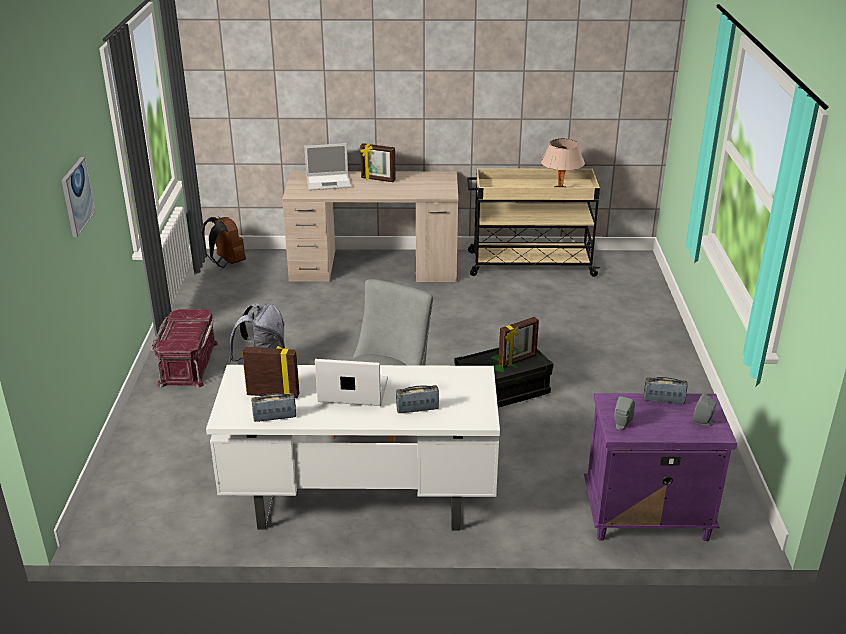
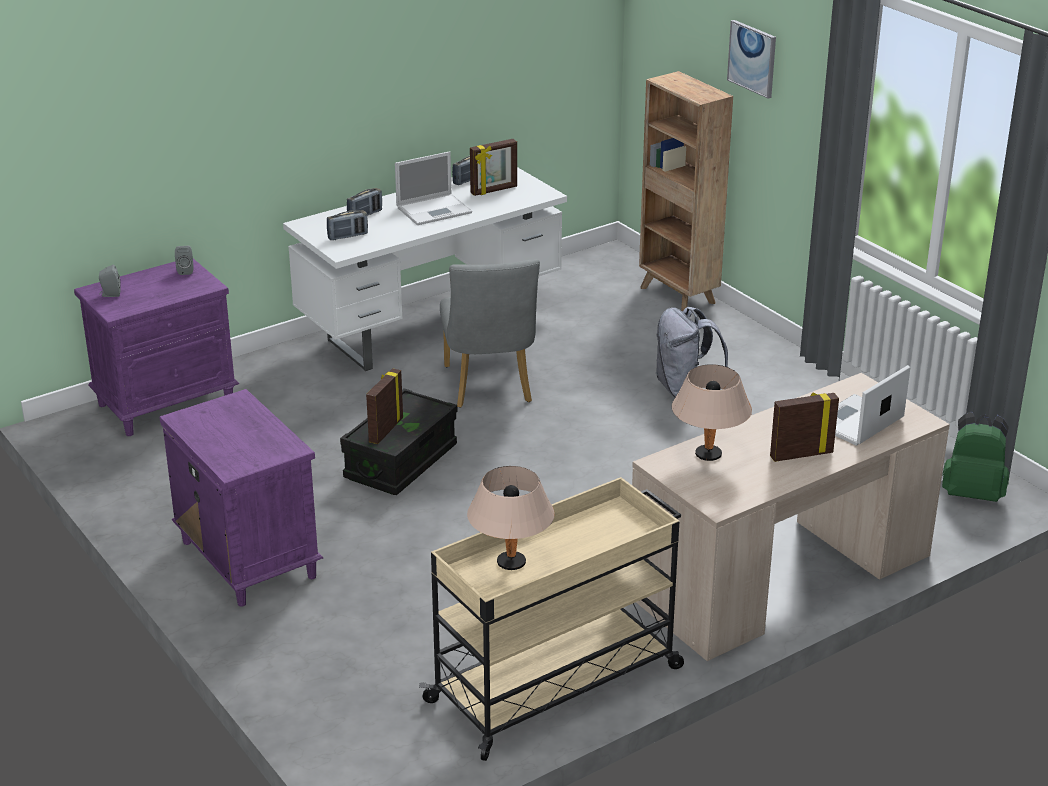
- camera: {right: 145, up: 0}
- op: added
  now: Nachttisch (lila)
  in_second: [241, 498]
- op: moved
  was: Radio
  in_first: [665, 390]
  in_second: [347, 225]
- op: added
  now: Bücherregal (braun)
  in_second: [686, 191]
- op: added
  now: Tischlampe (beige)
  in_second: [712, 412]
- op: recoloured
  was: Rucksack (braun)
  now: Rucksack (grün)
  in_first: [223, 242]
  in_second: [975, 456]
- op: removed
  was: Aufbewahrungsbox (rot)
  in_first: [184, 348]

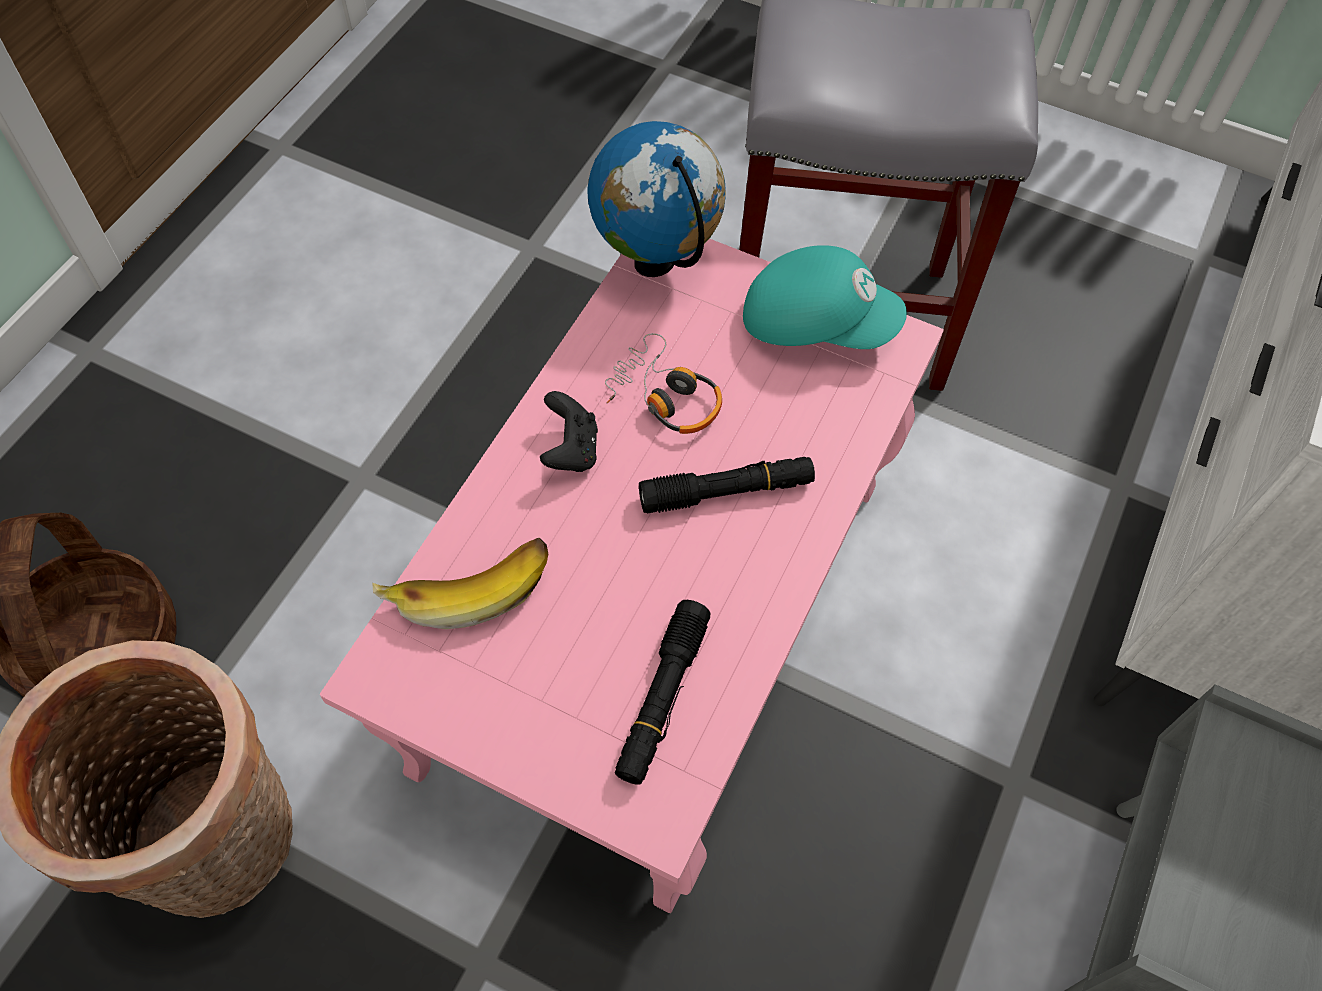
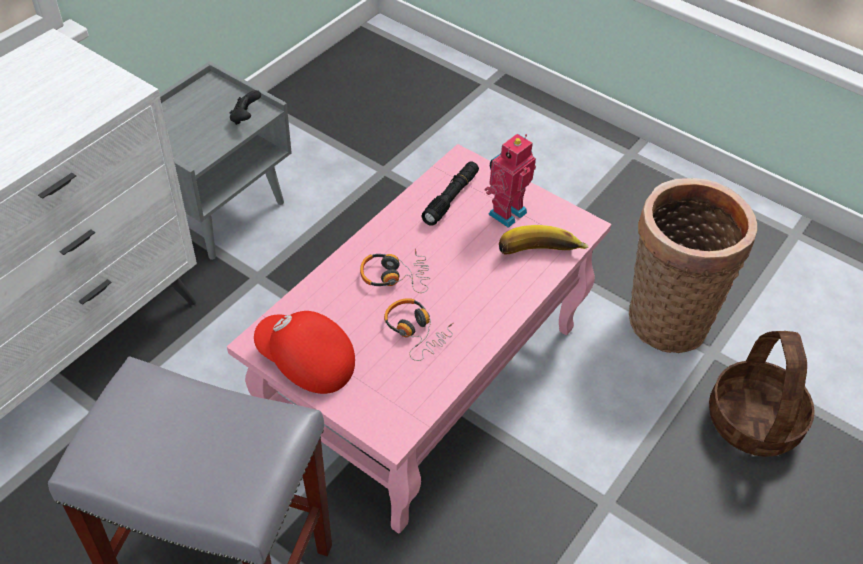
- camera: {right: -170, up: -10}
- op: moved
  was: Gamepad (schwarz)
  in_first: [569, 431]
  in_second: [245, 107]
- op: recoloured
  was: Kappe (türkis)
  now: Kappe (rot)
  in_first: [825, 297]
  in_second: [304, 352]
- op: replaced
  was: Taschenlampe (schwarz)
  now: Kopfhörer
  in_first: [727, 485]
  in_second: [395, 271]
- op: added
  now: Spielzeugroboter
  in_second: [510, 181]
- op: removed
  was: Globus
  in_first: [656, 199]

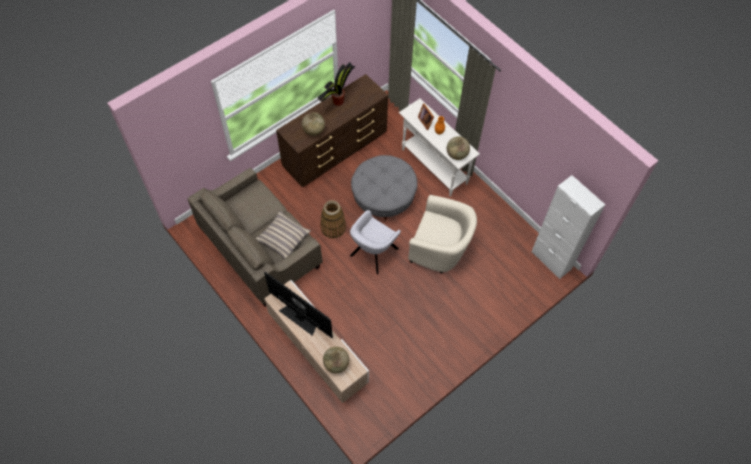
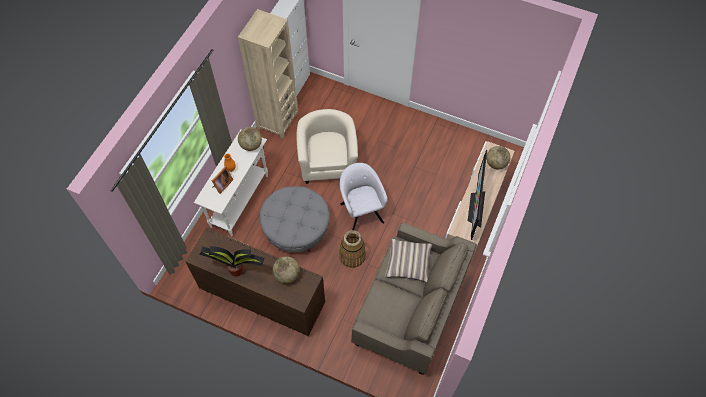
- camera: {right: -115, up: 0}
- op: added
  now: Bücherregal (beige)
  in_second: [268, 74]
- op: turned
  was: Sessel (grau)
  in_first: [375, 242]
  in_second: [363, 196]
  clockwise: -120

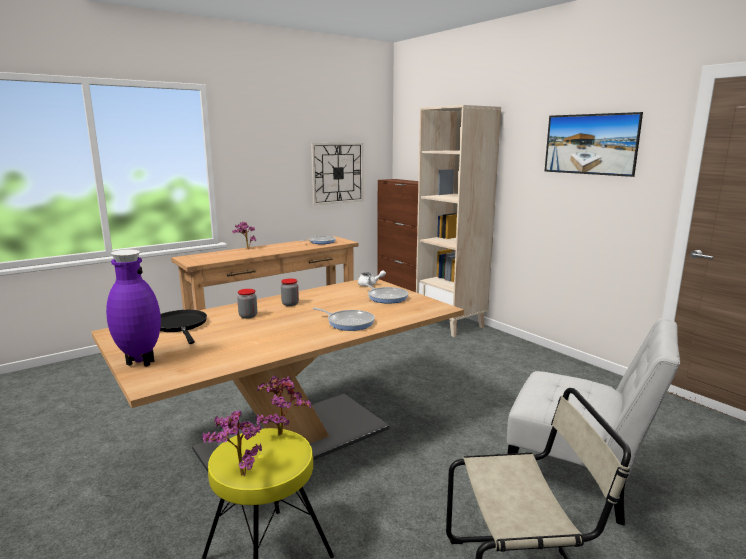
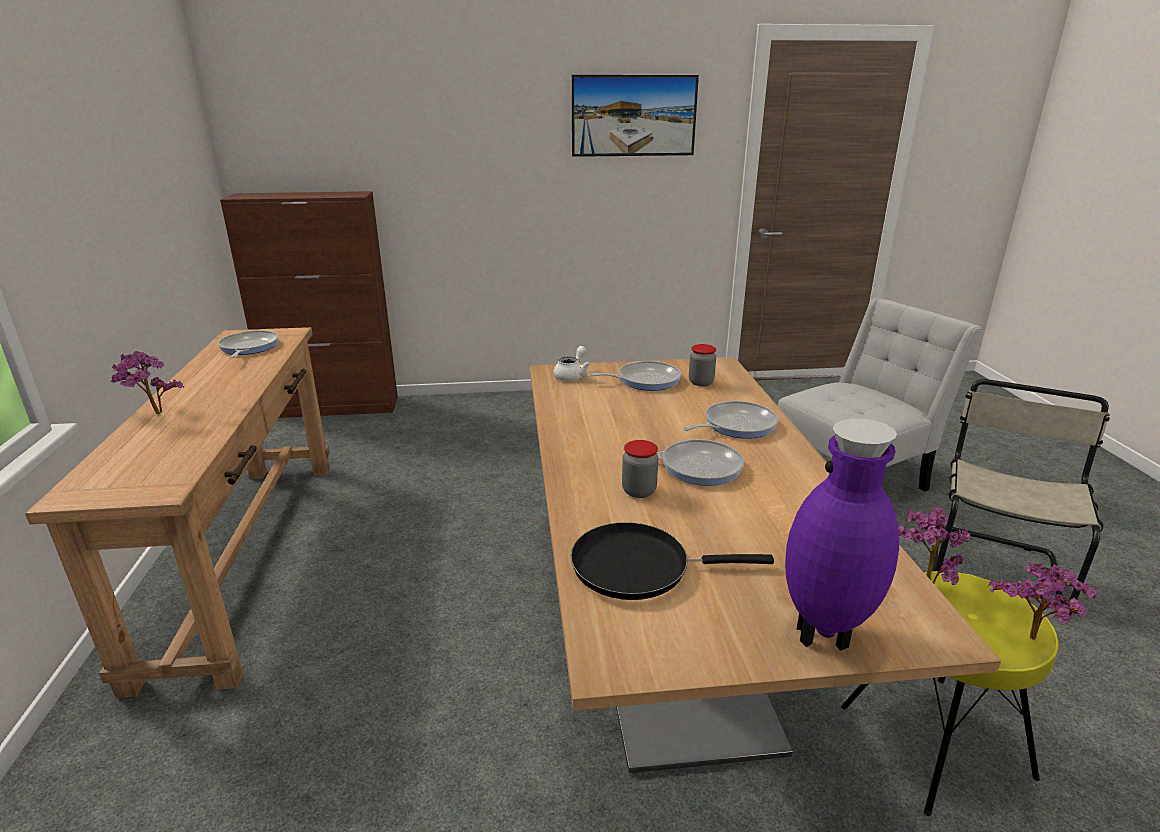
- camera: {right: -60, up: 10}
- op: added
  now: Pfanne
  in_second: [683, 462]
- op: moved
  was: Vorratsglas
  in_first: [290, 292]
  in_second: [702, 365]
- op: removed
  was: Wanduhr
  in_first: [337, 174]
- op: removed
  was: Bücherregal (beige)
  in_first: [458, 221]

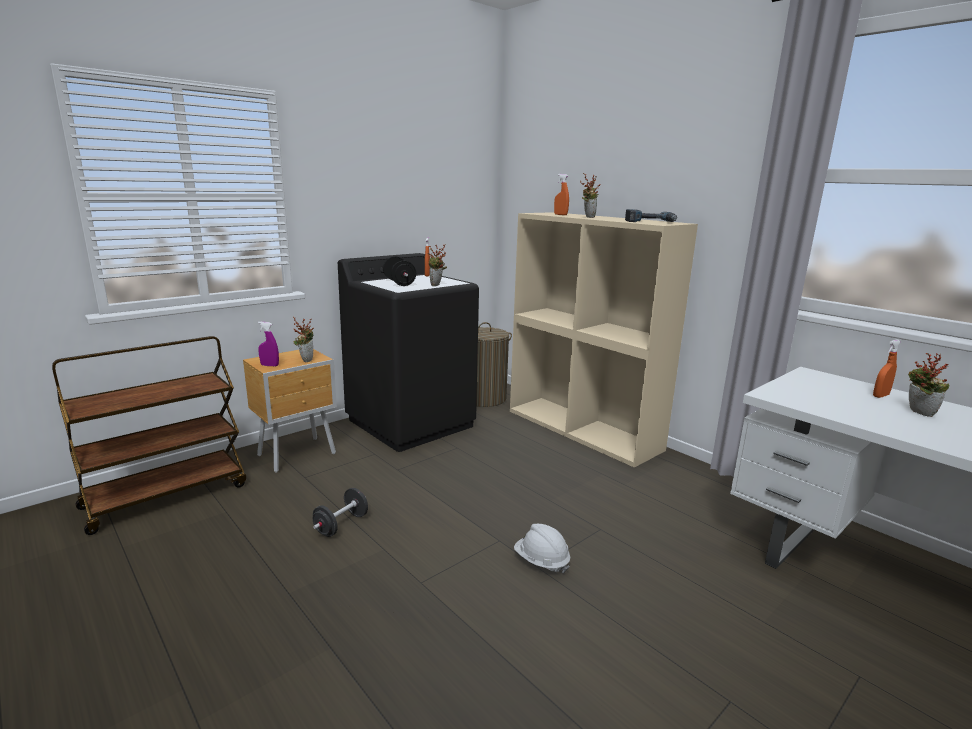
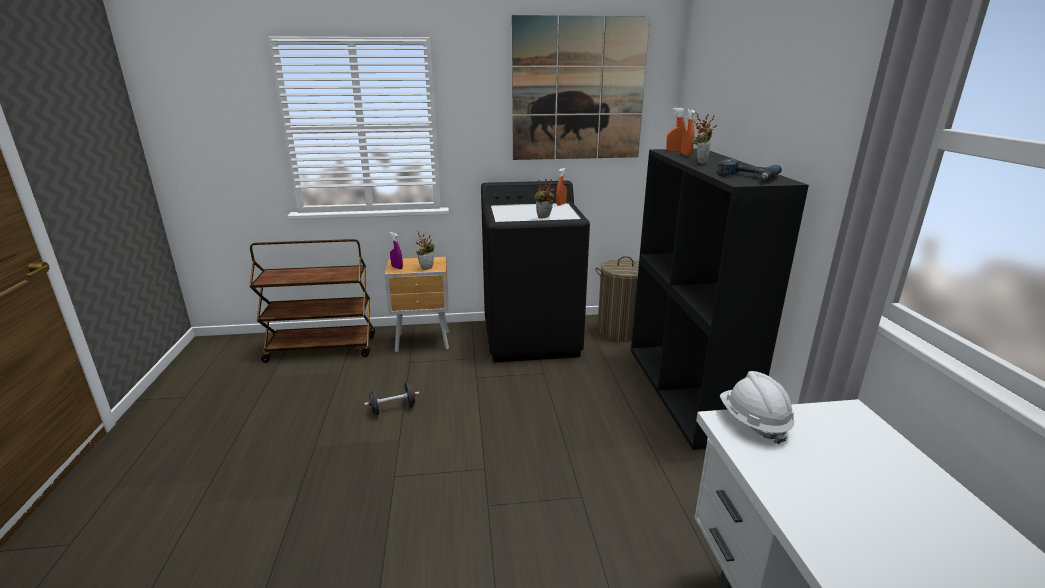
- camera: {right: 35, up: 5}
- op: added
  now: Bild
  in_second: [581, 87]
- op: recoloured
  was: Bücherregal (beige)
  now: Bücherregal (schwarz)
  in_first: [604, 340]
  in_second: [720, 299]
- op: moved
  was: Sprühflasche (orange)
  in_first: [887, 369]
  in_second: [676, 130]
- op: moved
  was: Schutzhelm (weiß)
  in_first: [542, 548]
  in_second: [757, 407]
- op: removed
  was: Hantel (schwarz)
  in_first: [399, 271]
- op: removed
  was: Topfpflanze
  in_first: [928, 385]

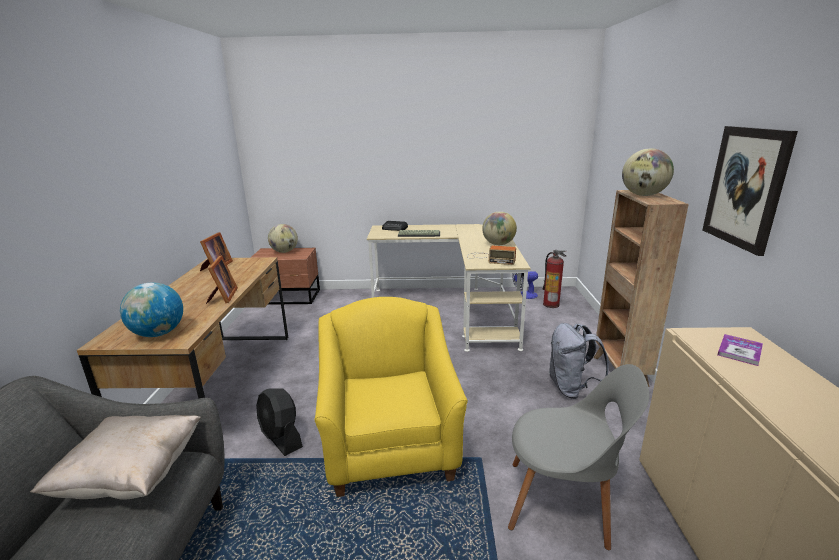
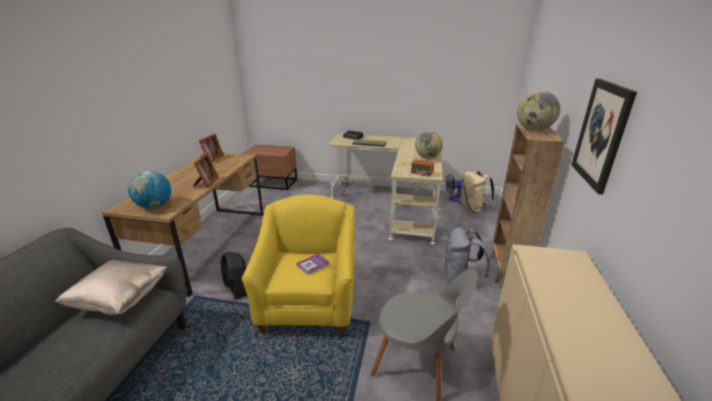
- camera: {right: 10, up: 5}
- op: moved
  was: Buch
  in_first: [740, 350]
  in_second: [312, 264]
- op: replaced
  was: Feuerlöscher
  now: Rucksack (beige)
  in_first: [554, 279]
  in_second: [477, 192]
- op: removed
  was: Globus
  in_first: [283, 238]

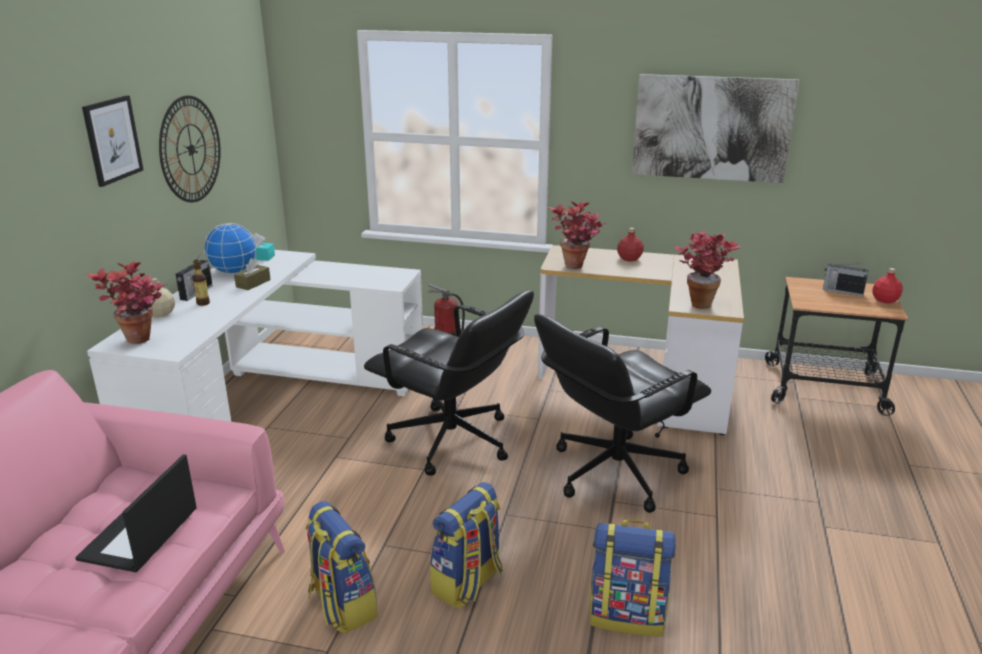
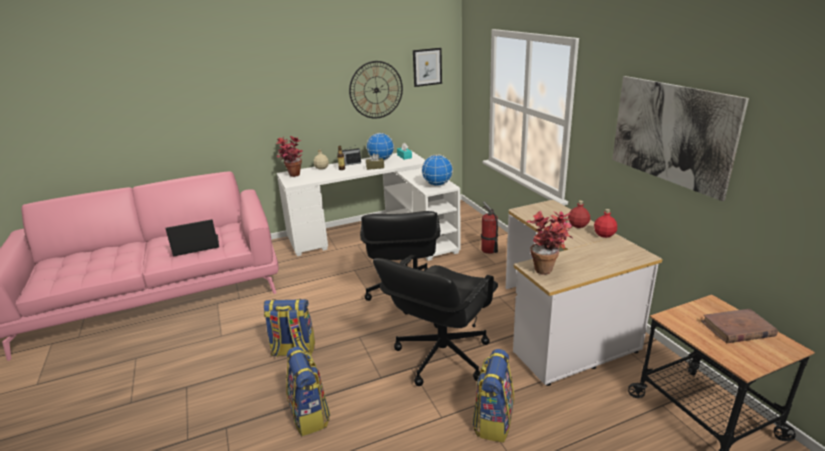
- camera: {right: 55, up: 0}
- op: turned
  was: Bürostuhl (schwarz)
  in_first: [622, 413]
  in_second: [435, 320]
  clockwise: -75
- op: moved
  was: Bild
  in_first: [112, 141]
  in_second: [427, 67]
- op: added
  now: Globus
  in_second: [437, 170]
- op: moved
  was: Rucksack
  in_first: [341, 567]
  in_second: [493, 396]
- op: moved
  was: Flasche (rot)
  in_first: [887, 286]
  in_second: [605, 223]
- op: replaced
  was: Radio
  now: Buch (braun)
  in_first: [846, 279]
  in_second: [739, 325]
- op: removed
  was: Topfpflanze
  in_first: [577, 235]

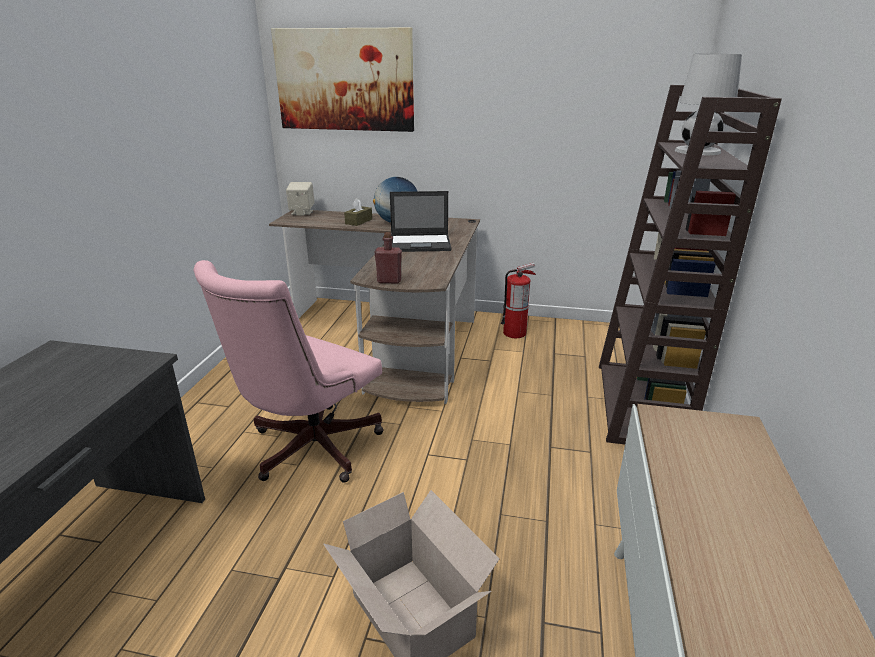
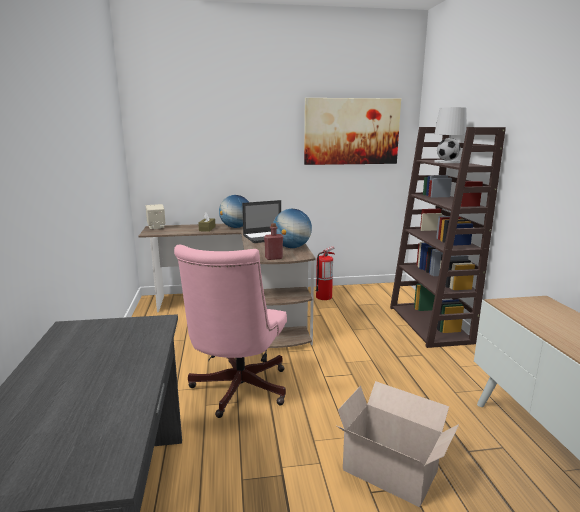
- camera: {right: -20, up: -10}
- op: added
  now: Globus
  in_second: [292, 228]
- op: moved
  was: Bild
  in_first: [342, 79]
  in_second: [352, 131]

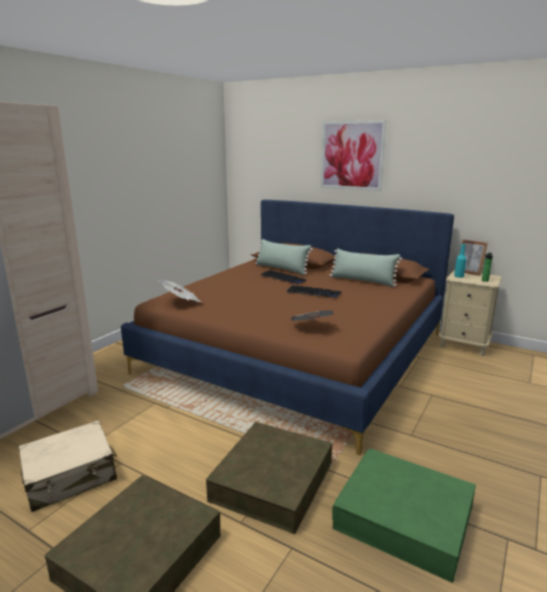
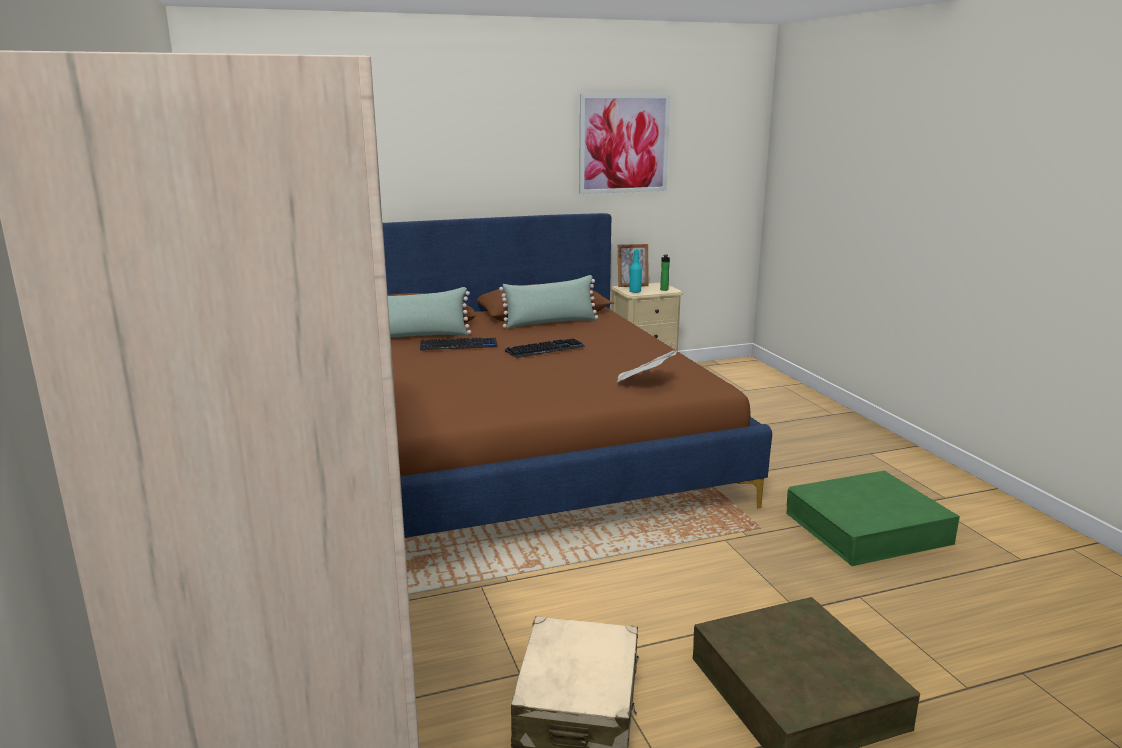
- camera: {right: -50, up: 0}
- op: moved
  was: Bild
  in_first: [353, 155]
  in_second: [624, 144]
- op: removed
  was: Zeitung
  in_first: [180, 291]
- op: removed
  was: Aufbewahrungsbox (braun)
  in_first: [269, 478]

